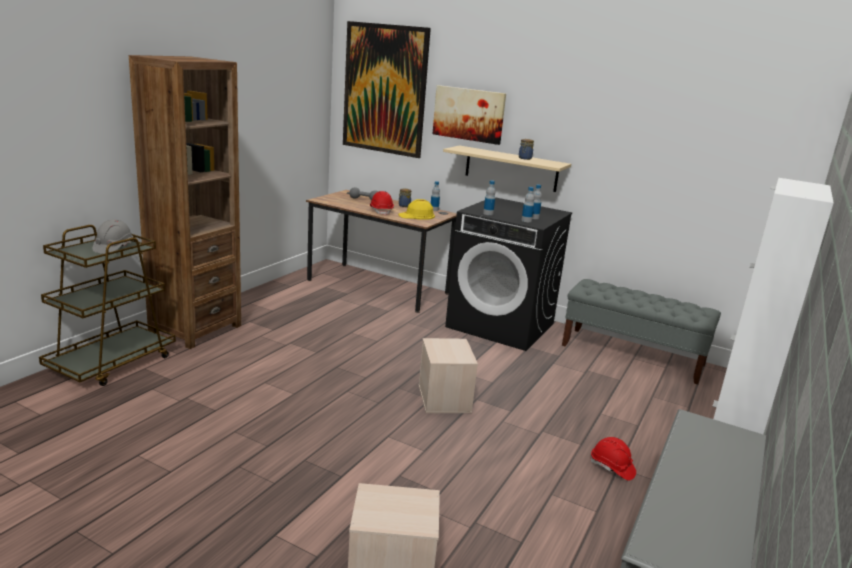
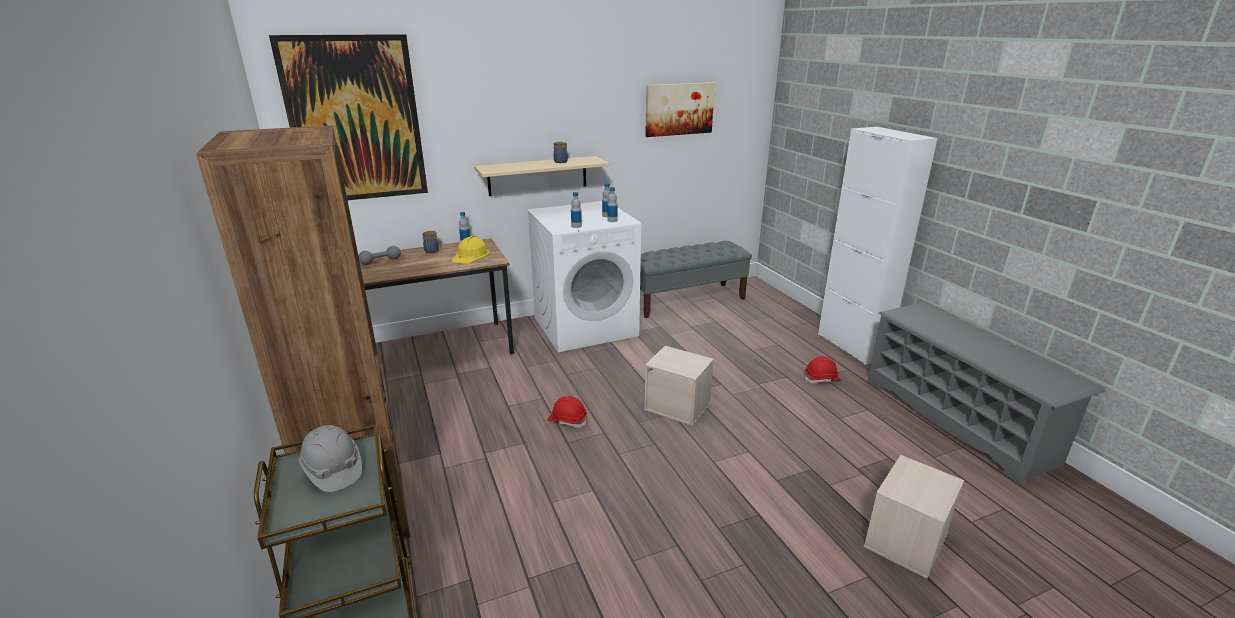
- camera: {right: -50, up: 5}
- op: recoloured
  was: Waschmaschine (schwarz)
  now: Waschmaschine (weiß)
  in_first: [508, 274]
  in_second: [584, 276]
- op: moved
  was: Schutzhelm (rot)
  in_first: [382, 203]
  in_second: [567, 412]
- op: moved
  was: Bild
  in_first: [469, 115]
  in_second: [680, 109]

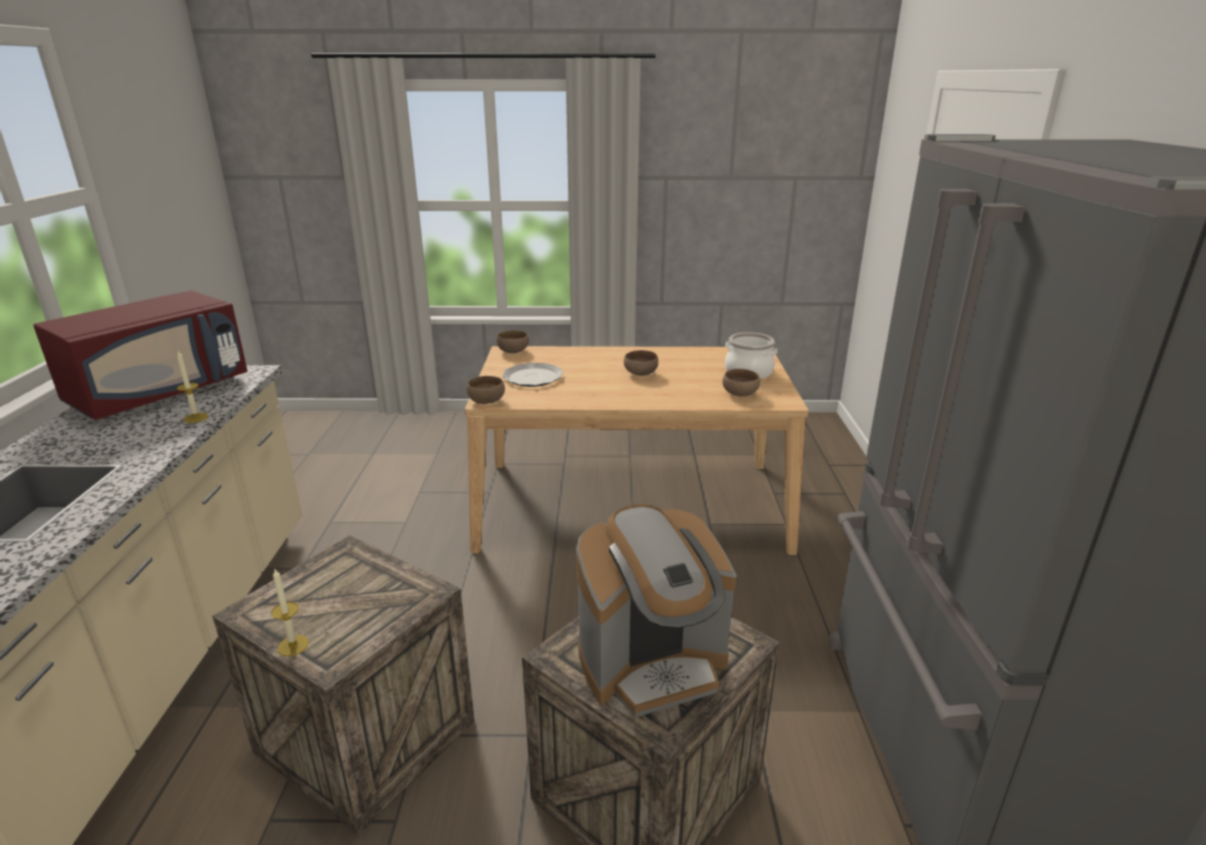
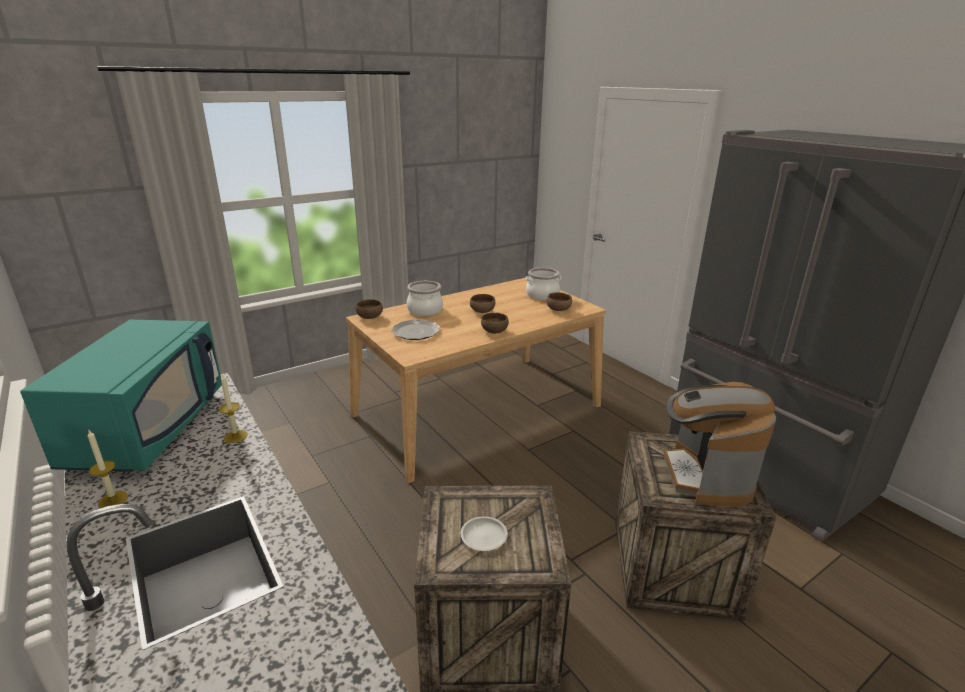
- camera: {right: -35, up: 0}
- op: recoloured
  was: Mikrowelle (rot)
  now: Mikrowelle (türkis)
  in_first: [141, 355]
  in_second: [121, 396]
- op: moved
  was: Kerze
  in_first: [290, 612]
  in_second: [107, 469]
- op: added
  now: Kochtopf
  in_second: [425, 298]
- op: added
  now: Teller (weiß)
  in_second: [484, 533]
- op: moved
  was: Schüssel (braun)
  in_first: [486, 390]
  in_second: [495, 323]
- op: turned
  was: Kaffeemaschine
  in_first: [656, 611]
  in_second: [720, 444]
  clockwise: 150

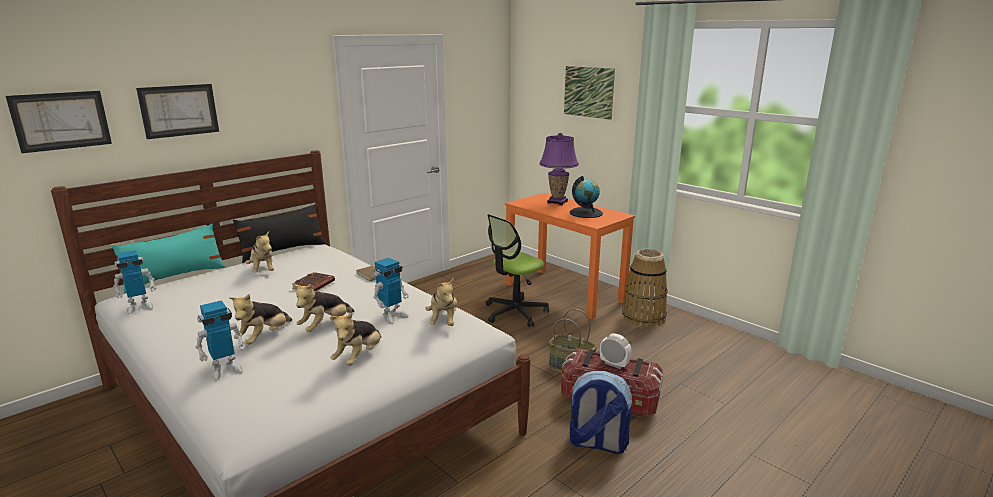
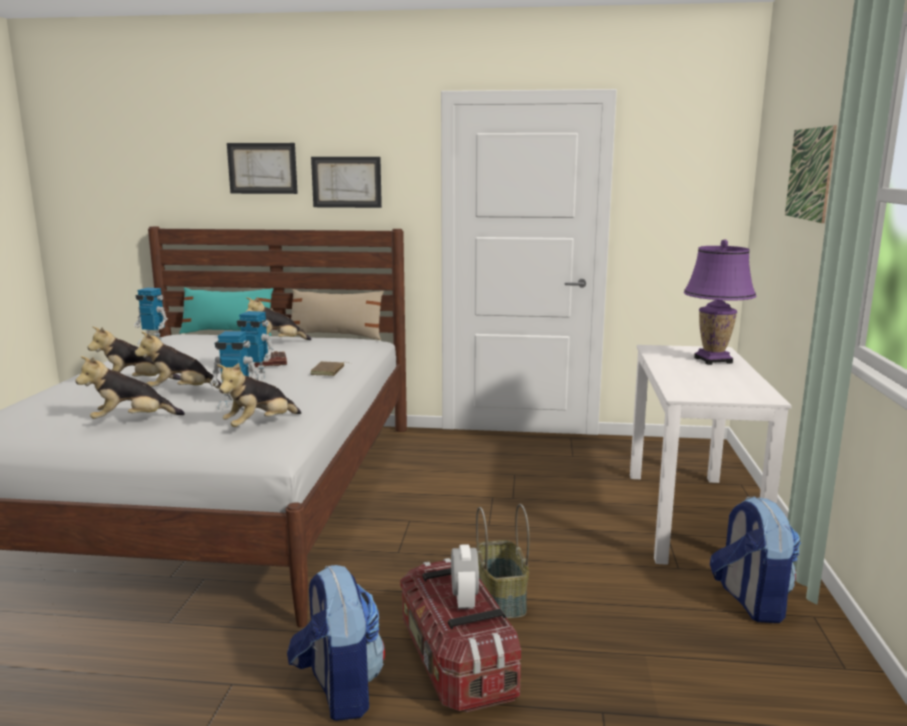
- camera: {right: 50, up: -5}
- op: moved
  was: Spielzeugroboter
  in_first: [220, 340]
  in_second: [255, 346]
- op: turned
  was: Plüschtier
  in_first: [259, 251]
  in_second: [279, 318]
  clockwise: 45
- op: recoloured
  was: Kissen (schwarz)
  now: Kissen (beige)
  in_first: [279, 233]
  in_second: [337, 314]
- op: moved
  was: Bild
  in_first: [59, 122]
  in_second: [346, 182]
- op: recoloured
  was: Schreibtisch (orange)
  now: Schreibtisch (weiß)
  in_first: [570, 256]
  in_second: [711, 455]
- op: replaced
  was: Korb
  now: Rucksack
  in_first: [645, 288]
  in_second: [755, 559]
- op: removed
  was: Bürostuhl
  in_first: [517, 270]
- op: removed
  was: Globus
  in_first: [586, 197]

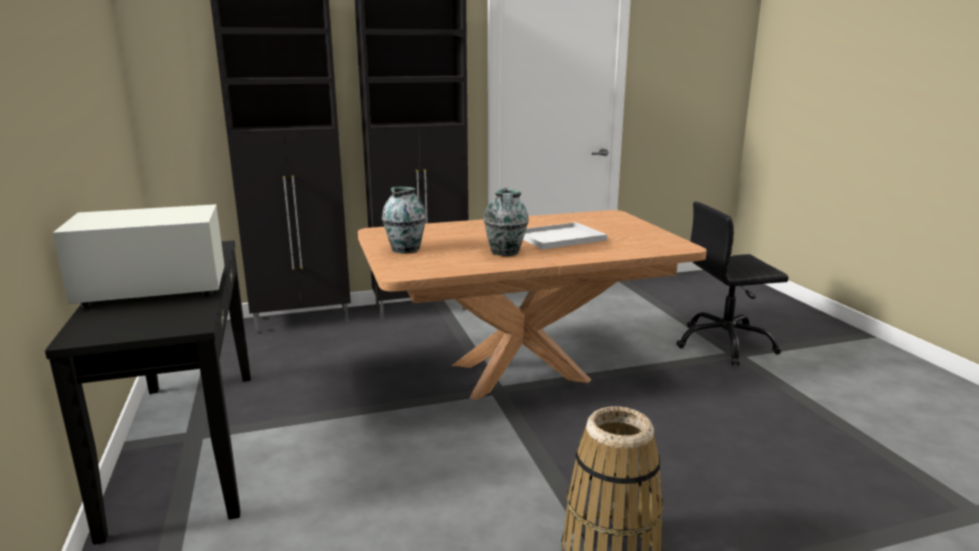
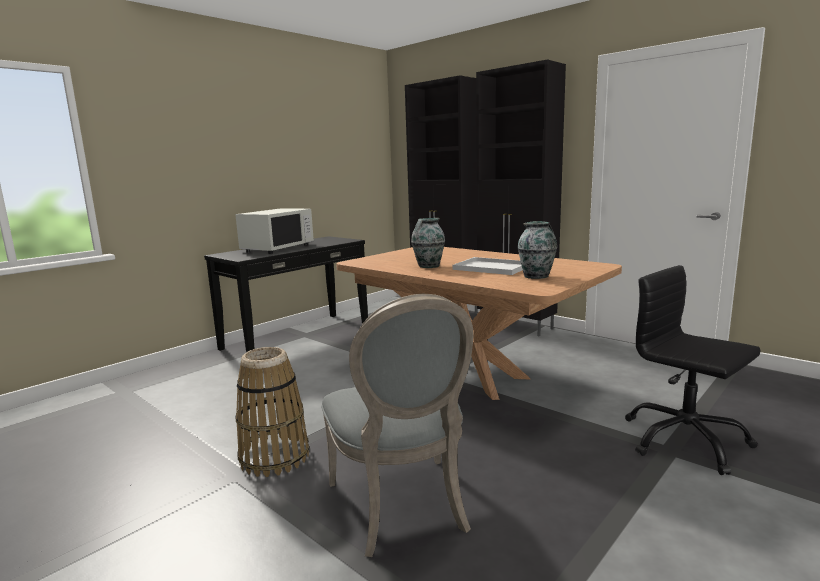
- camera: {right: 60, up: -5}
- op: turned
  was: Mikrowelle (weiß)
  in_first: [139, 255]
  in_second: [274, 231]
  clockwise: 75
- op: added
  now: Stuhl (grau)
  in_second: [397, 425]
- op: moved
  was: Vase
  in_first: [404, 220]
  in_second: [537, 250]

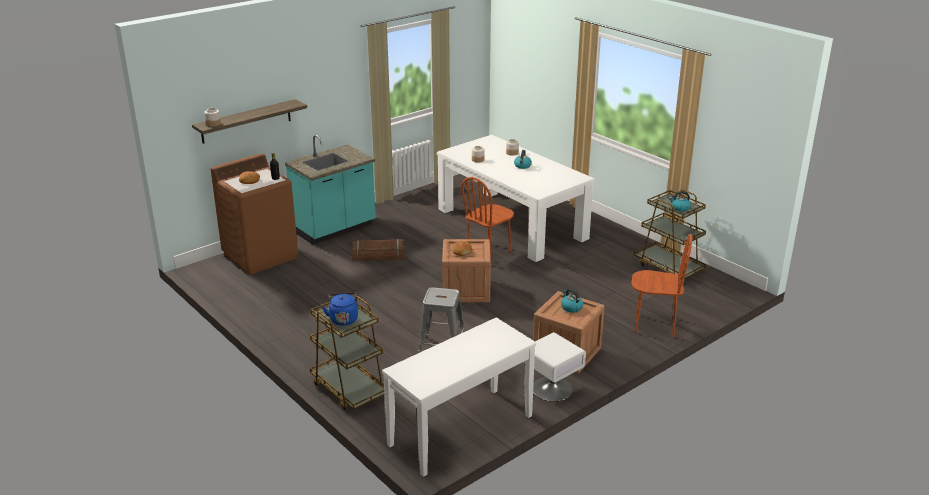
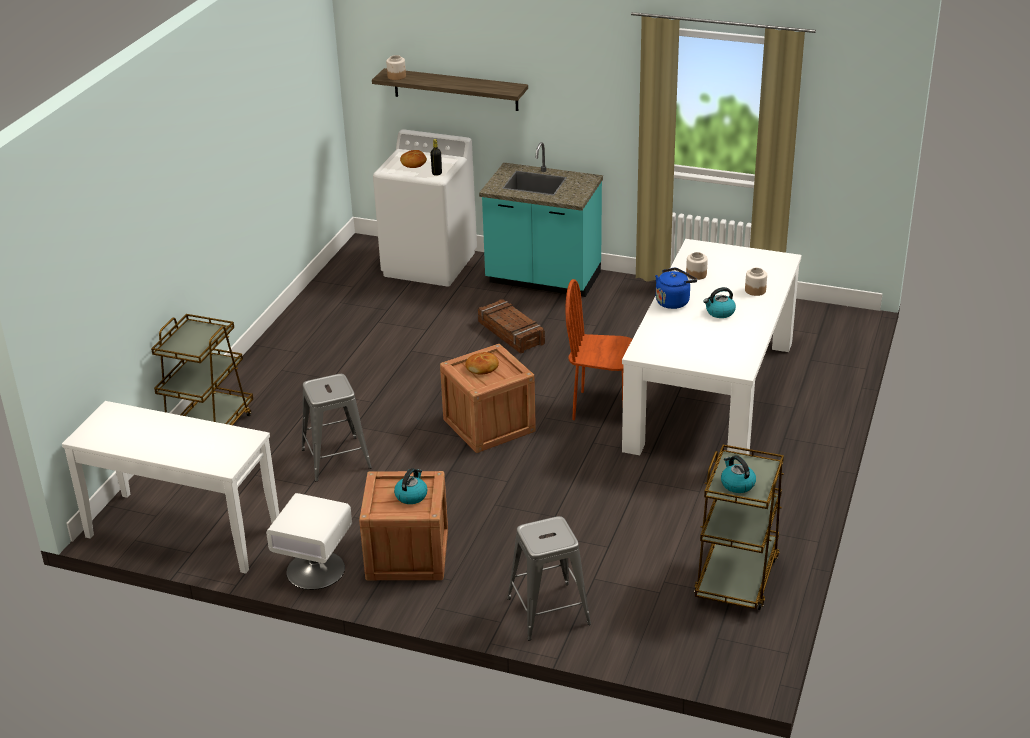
- camera: {right: 60, up: 5}
- op: recoloured
  was: Waschmaschine (braun)
  now: Waschmaschine (weiß)
  in_first: [254, 214]
  in_second: [425, 208]
- op: replaced
  was: Stuhl (braun)
  now: Hocker (grau)
  in_first: [662, 286]
  in_second: [549, 578]
- op: moved
  was: Wasserkessel (blau)
  in_first: [340, 309]
  in_second: [676, 288]

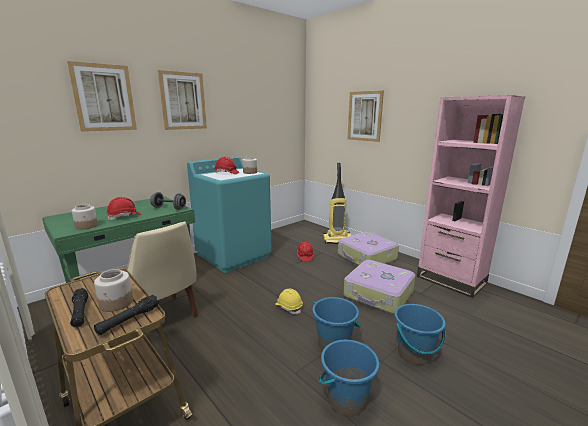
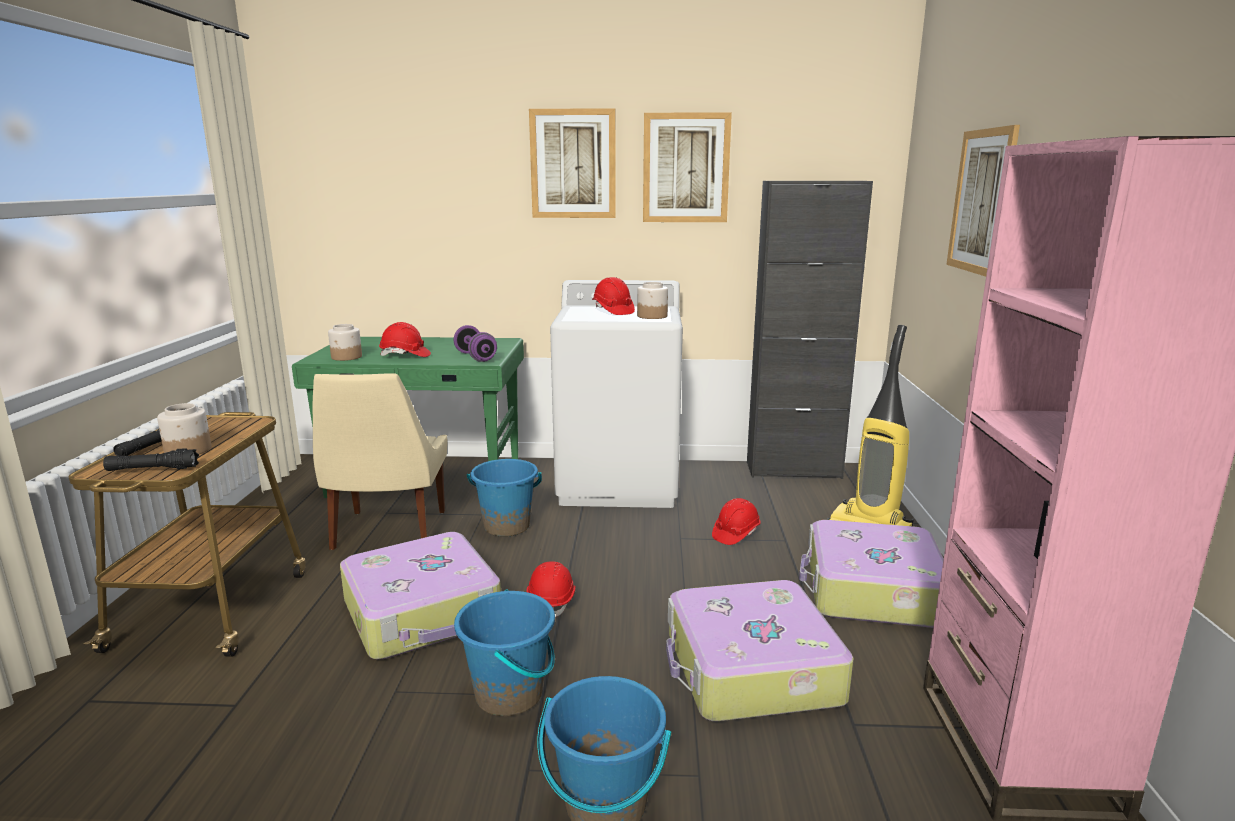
- camera: {right: 45, up: 0}
- op: added
  now: Koffer
  in_second: [420, 595]
- op: recoloured
  was: Hantel (grau)
  now: Hantel (lila)
  in_first: [168, 201]
  in_second: [475, 343]
- op: moved
  was: Eimer (blau)
  in_first: [349, 378]
  in_second: [504, 498]
- op: recoloured
  was: Schutzhelm (gelb)
  now: Schutzhelm (rot)
  in_first: [289, 301]
  in_second: [551, 589]
- op: recoloured
  was: Waschmaschine (türkis)
  now: Waschmaschine (weiß)
  in_first: [229, 214]
  in_second: [616, 394]
- op: moved
  was: Bild
  in_first: [102, 96]
  in_second: [687, 167]
- op: added
  now: Schrank (schwarz)
  in_second: [810, 330]

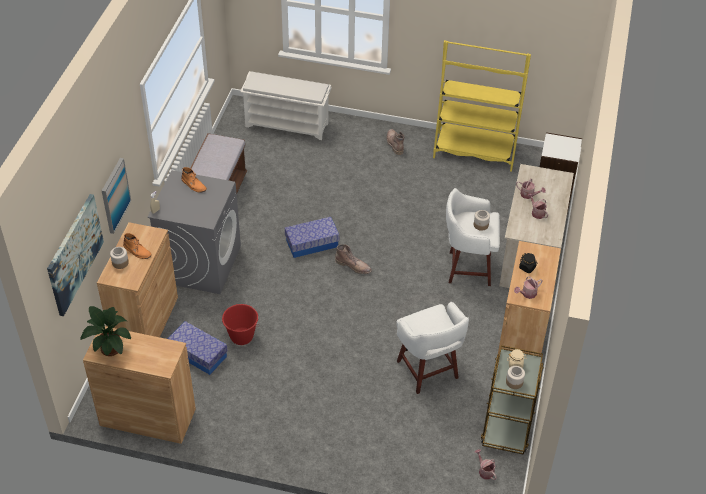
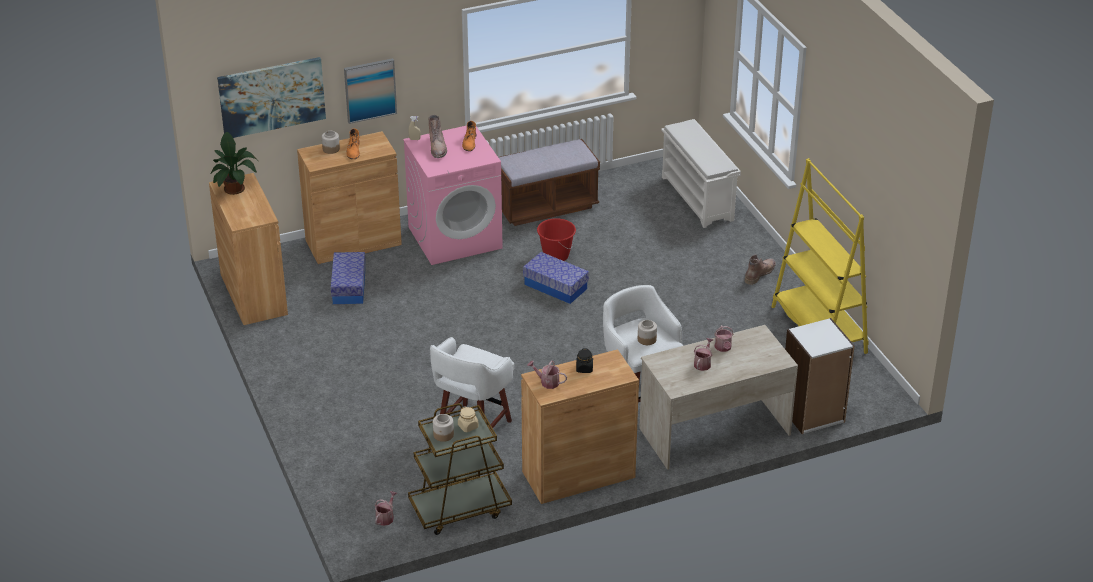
- camera: {right: 55, up: -10}
- op: recoloured
  was: Waschmaschine (grau)
  now: Waschmaschine (rosa)
  in_first: [194, 232]
  in_second: [453, 195]
- op: moved
  was: Stiefel (braun)
  in_first: [353, 259]
  in_second: [438, 136]
- op: moved
  was: Eimer (rot)
  in_first: [240, 324]
  in_second: [556, 239]

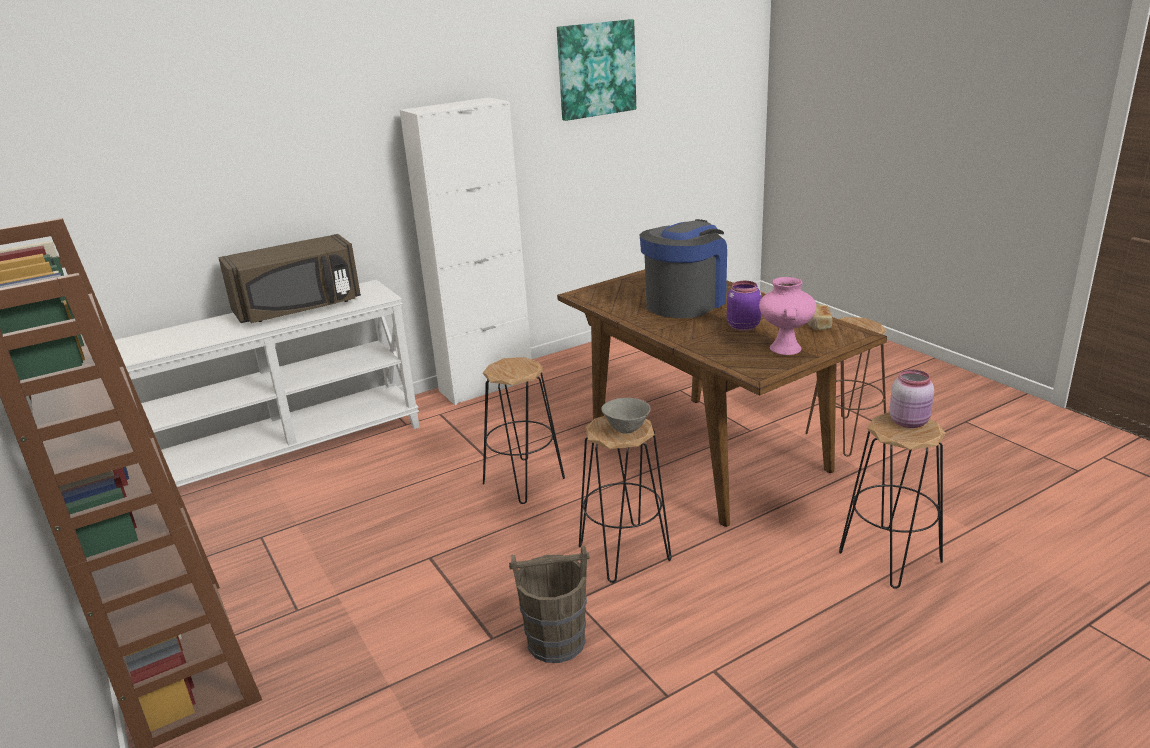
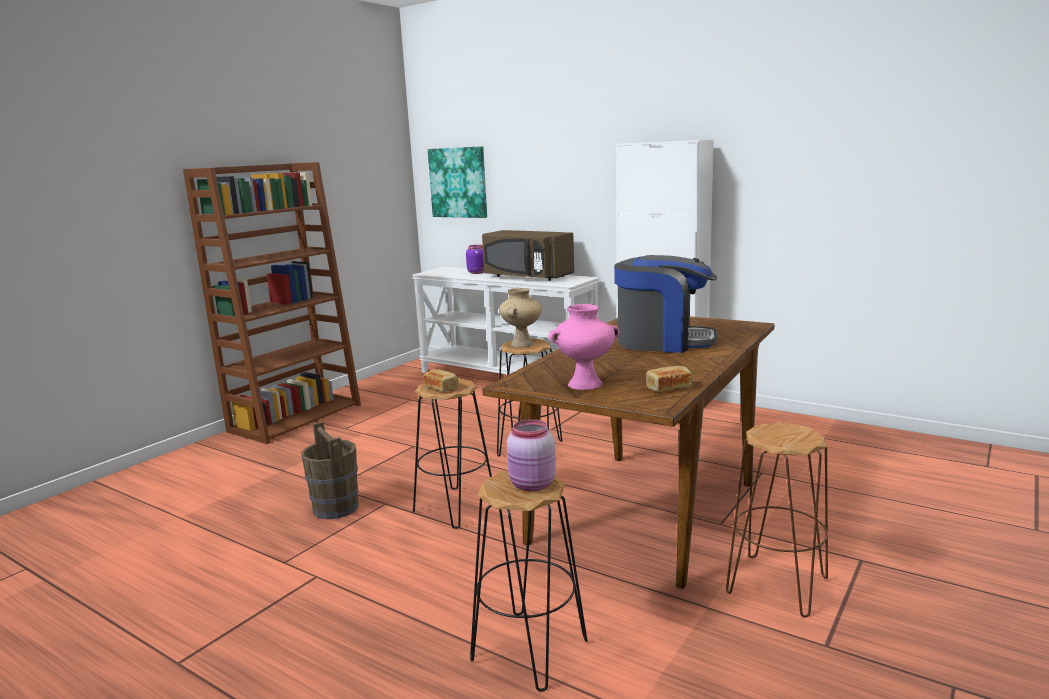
- camera: {right: 65, up: -10}
- op: replaced
  was: Schüssel (grau)
  now: Brot
  in_first: [625, 416]
  in_second: [441, 380]
- op: moved
  was: Bild
  in_first: [596, 70]
  in_second: [457, 182]
- op: moved
  was: Vorratsglas (lila)
  in_first: [744, 306]
  in_second: [475, 259]
- op: added
  now: Vase (beige)
  in_second: [520, 318]

